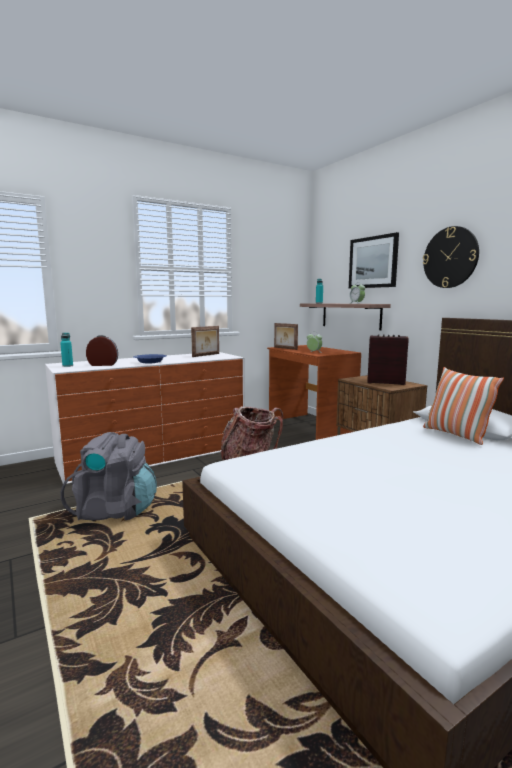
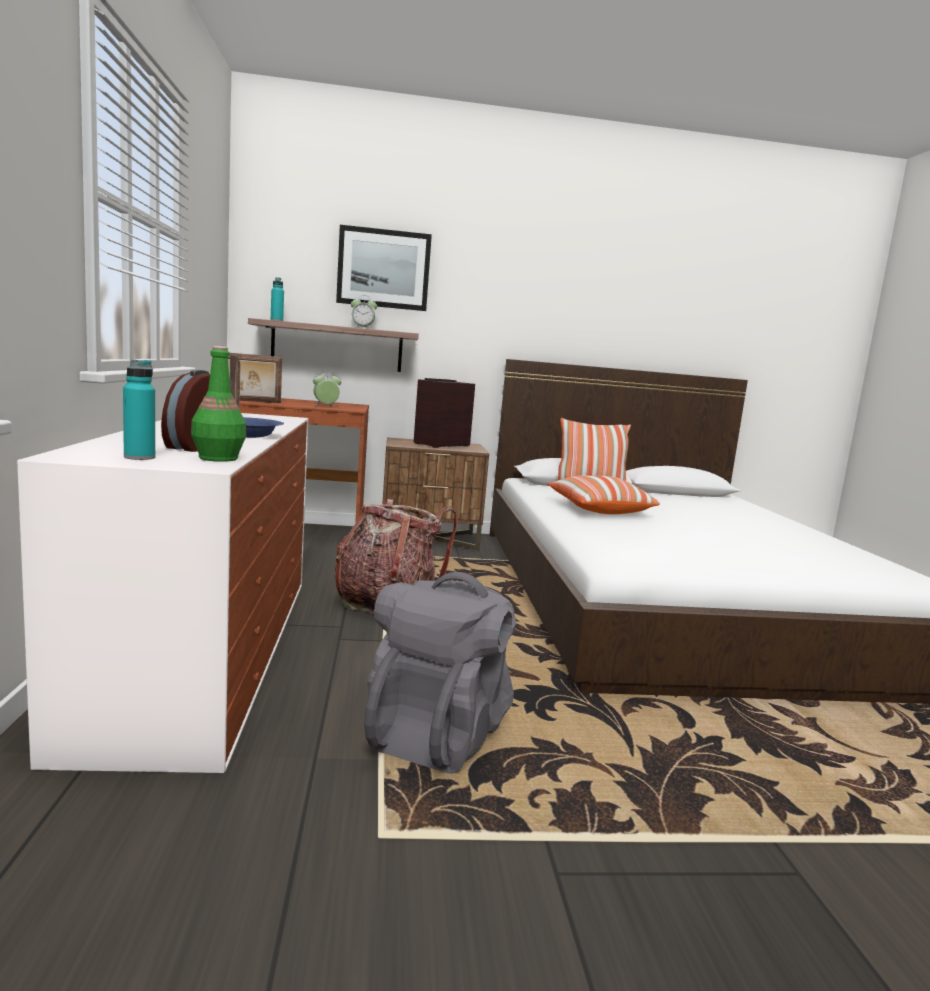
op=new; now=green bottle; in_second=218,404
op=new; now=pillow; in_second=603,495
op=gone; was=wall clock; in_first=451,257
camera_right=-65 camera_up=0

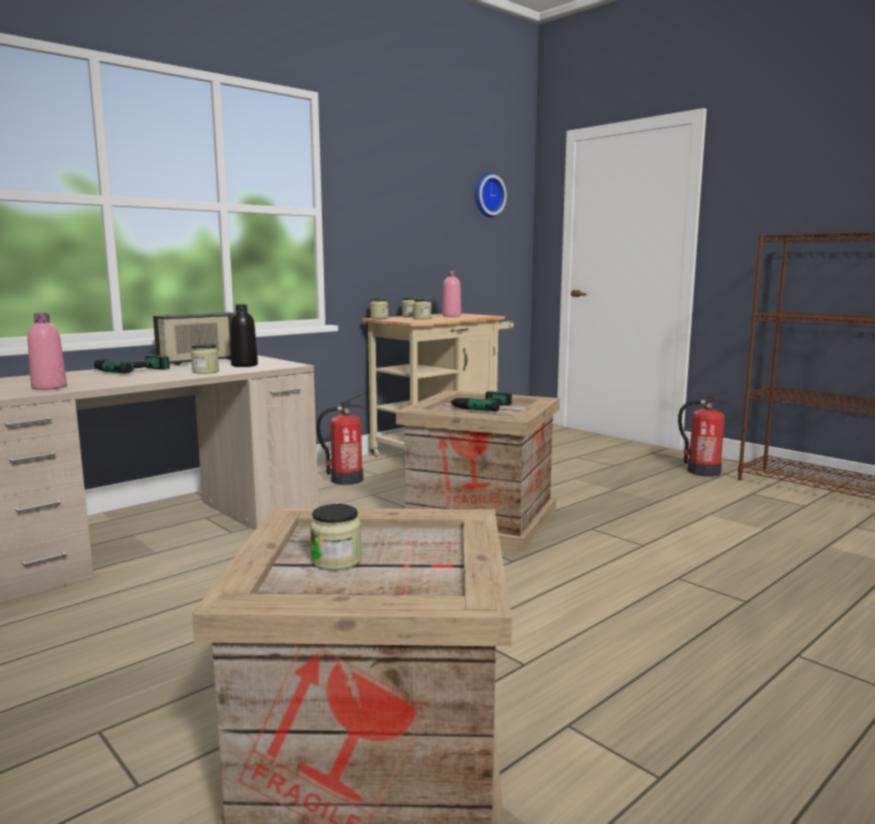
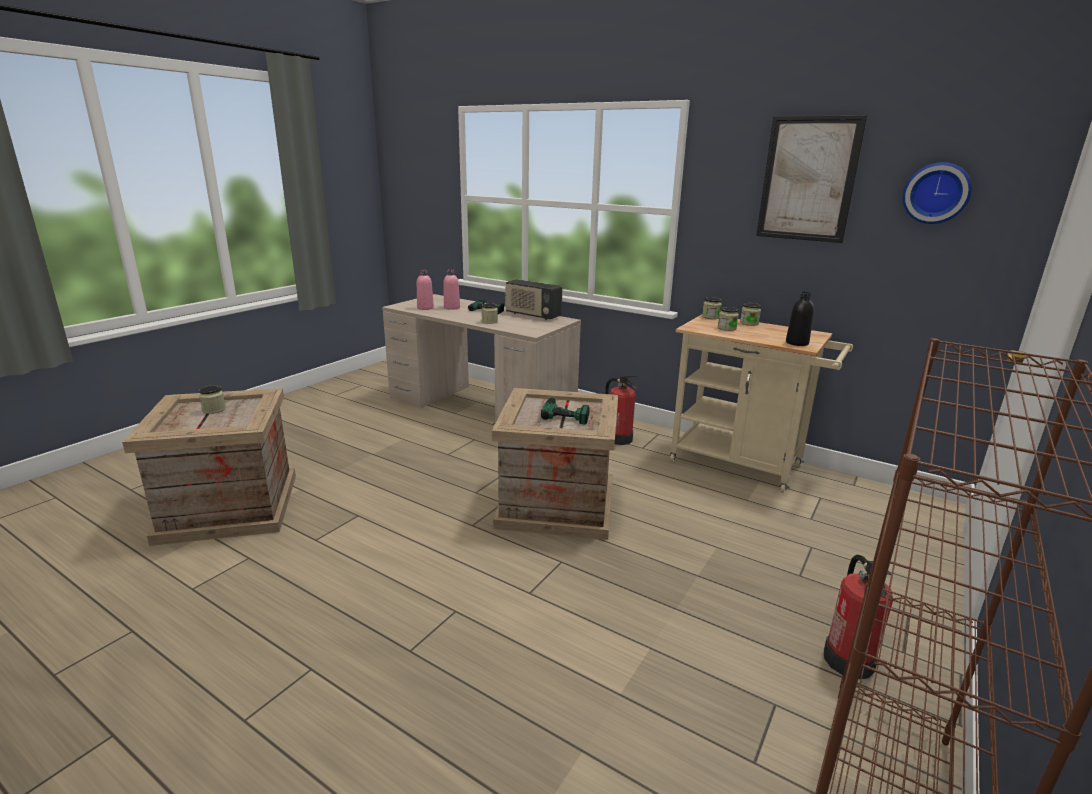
op=shifted; was=pink bottle; in_first=451,294; in_second=452,289
op=new; now=picture; in_second=812,179
op=shifted; was=black bottle; in_first=244,335; in_second=800,319
camera_right=75 camera_up=10

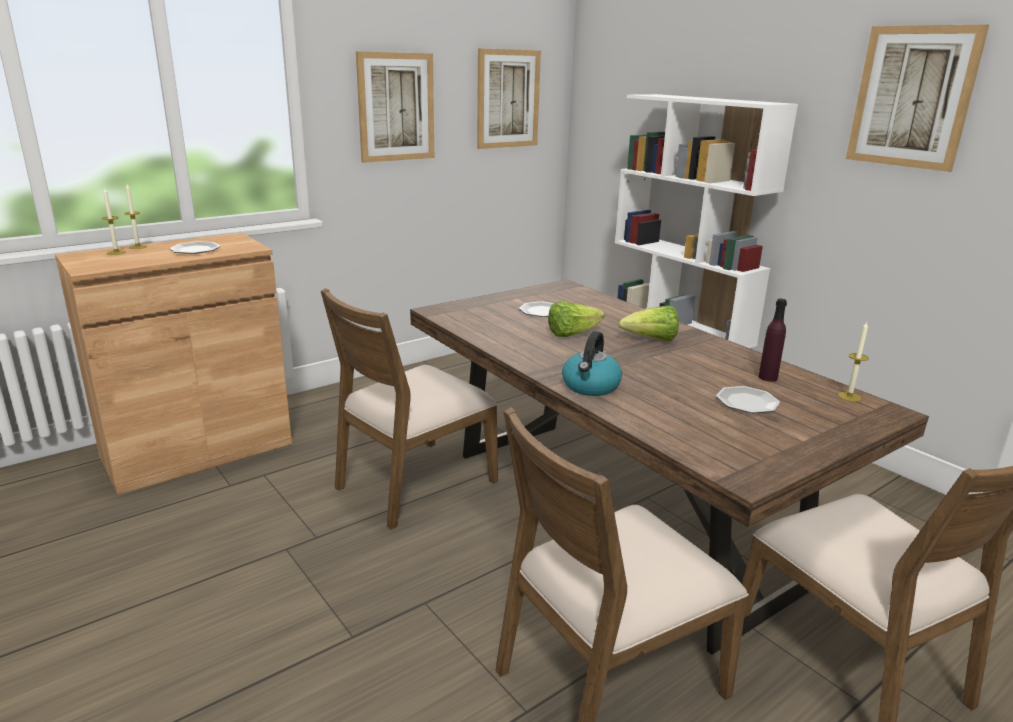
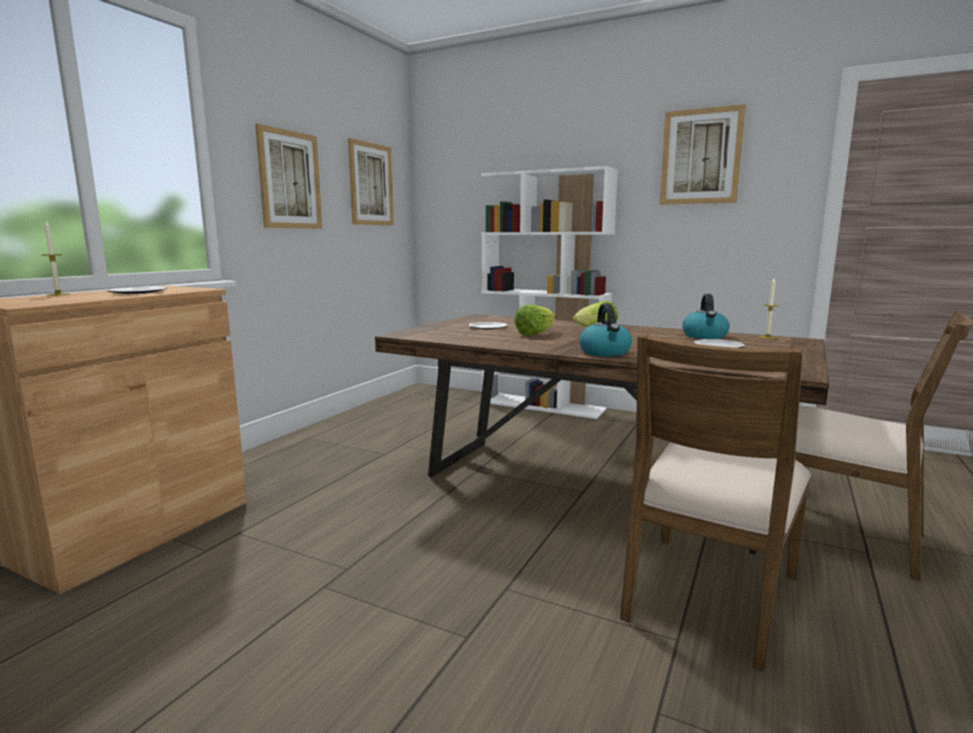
op=swapped; was=purple bottle; now=kettle; in_first=773,340; in_second=706,316
op=gone; was=candle; in_first=114,221
op=gone; was=brown chair; in_first=409,408
camera_right=-25 camera_up=-10

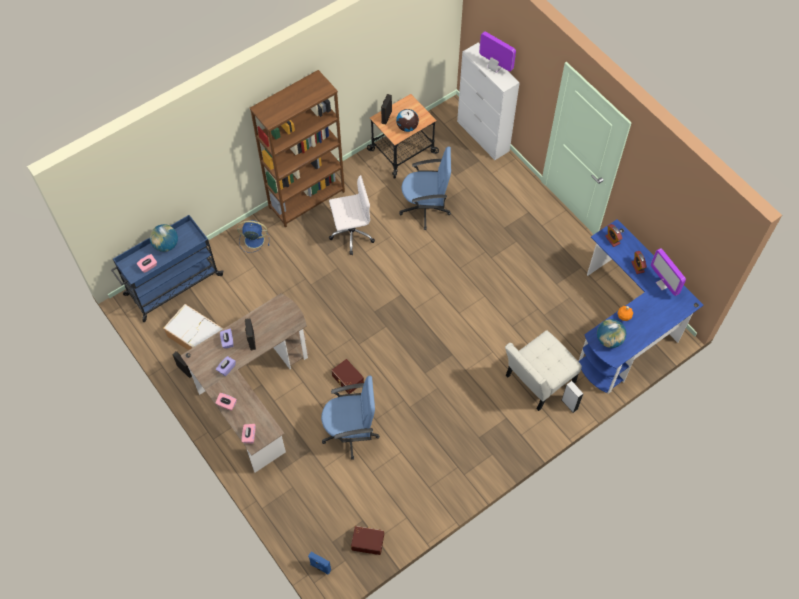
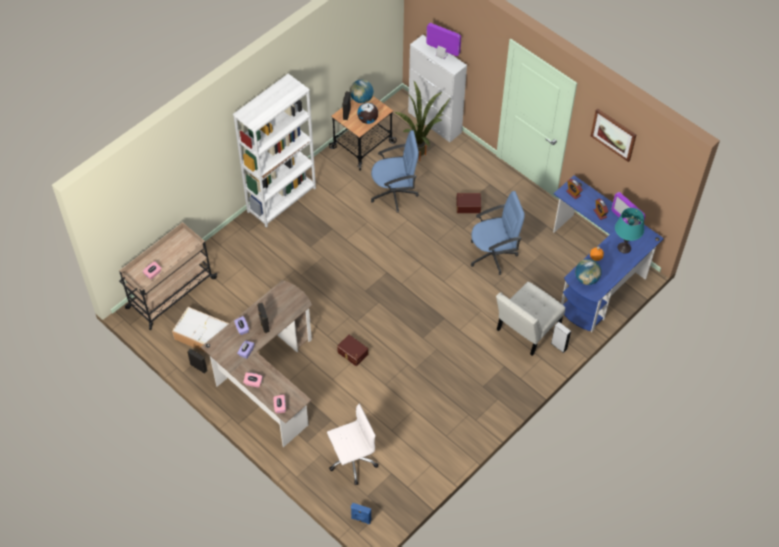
op=repainted; was=blue cart; now=beige cart; in_first=167,268; in_second=168,276
op=repainted; was=brown bookcase; now=white bookcase; in_first=297,149; in_second=274,151
op=shifted; was=white office chair; in_first=352,215; in_second=352,444
op=shifted; was=globe; in_first=164,238; in_second=361,91
op=new; now=potted plant; in_second=422,121
op=shifted; was=brown storage box; in_first=367,540; in_second=468,203
op=shifted; was=blue office chair; in_first=350,418; in_second=498,233
op=new; now=picture; in_second=613,135
op=new; now=turquoise table lamp; in_second=629,230
op=gone; was=blue fan; in_first=253,236
camera_right=-10 camera_up=-5

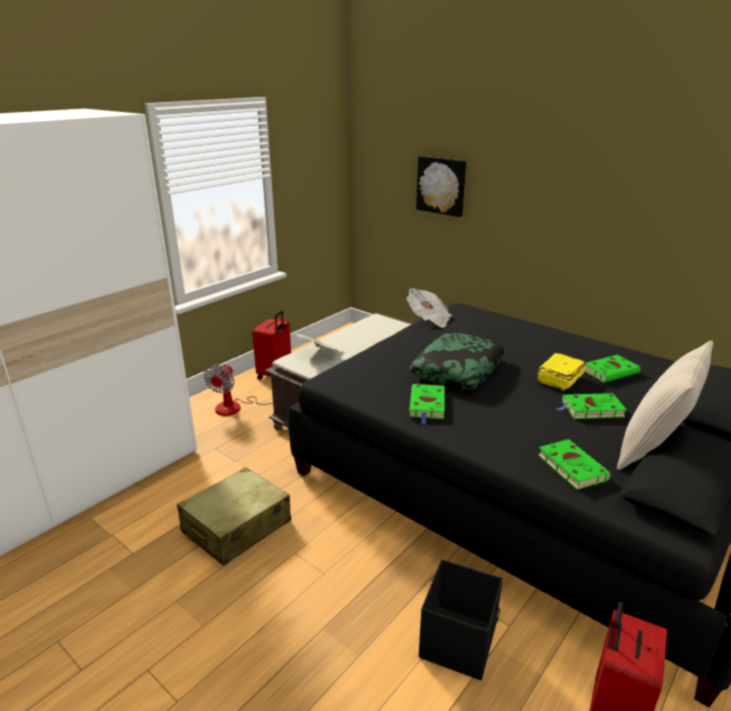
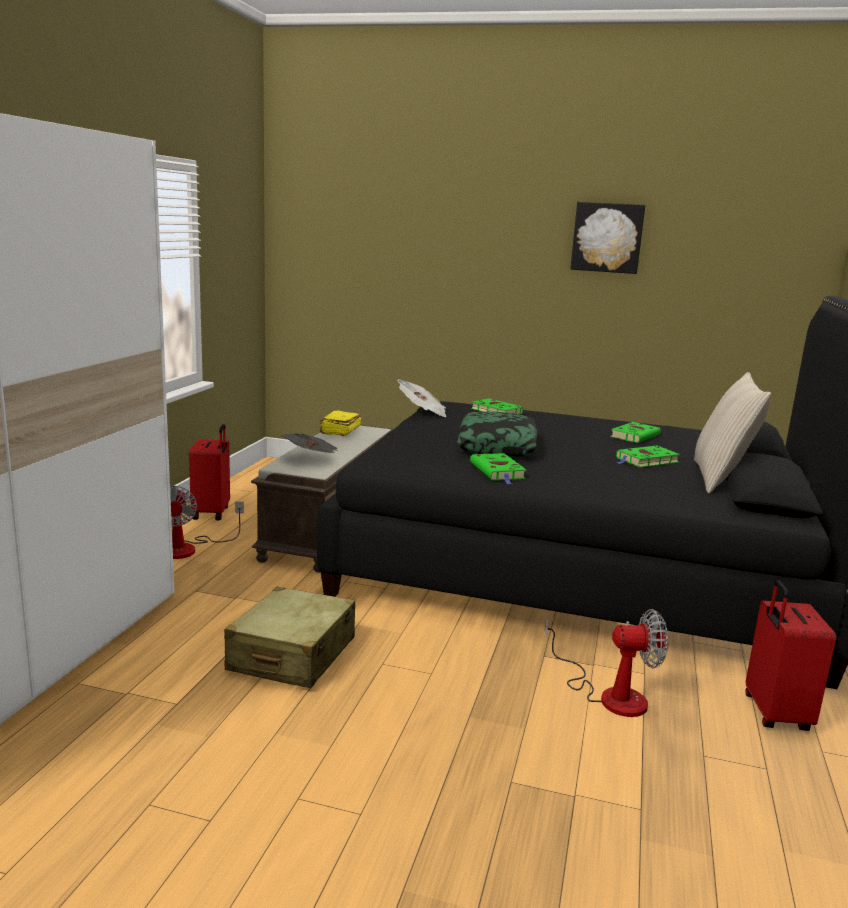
op=shifted; was=yellow book; in_first=561,372; in_second=340,423
op=shifted; was=green book; in_first=574,464; in_second=497,406
op=swapped; was=black storage box; now=fan; in_first=461,620; in_second=606,663
op=shifted; was=picture; in_first=441,186; in_second=607,238
camera_right=-25 camera_up=-10

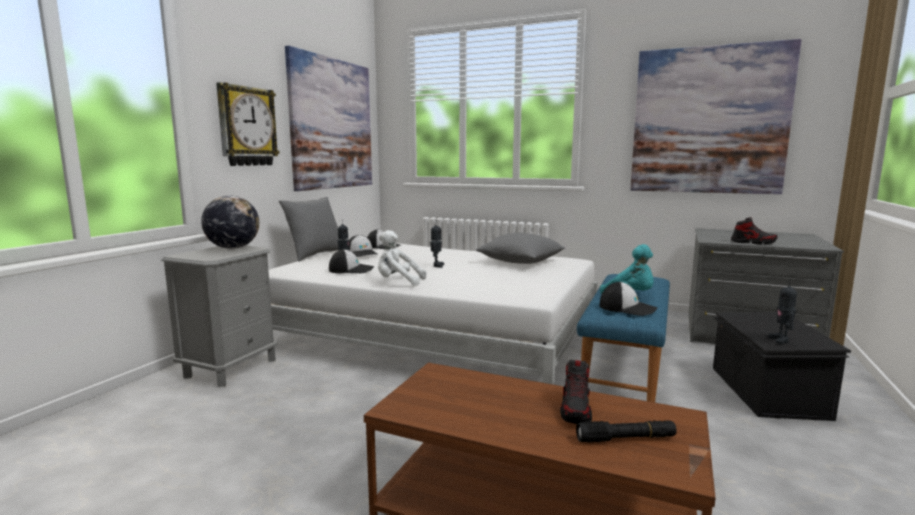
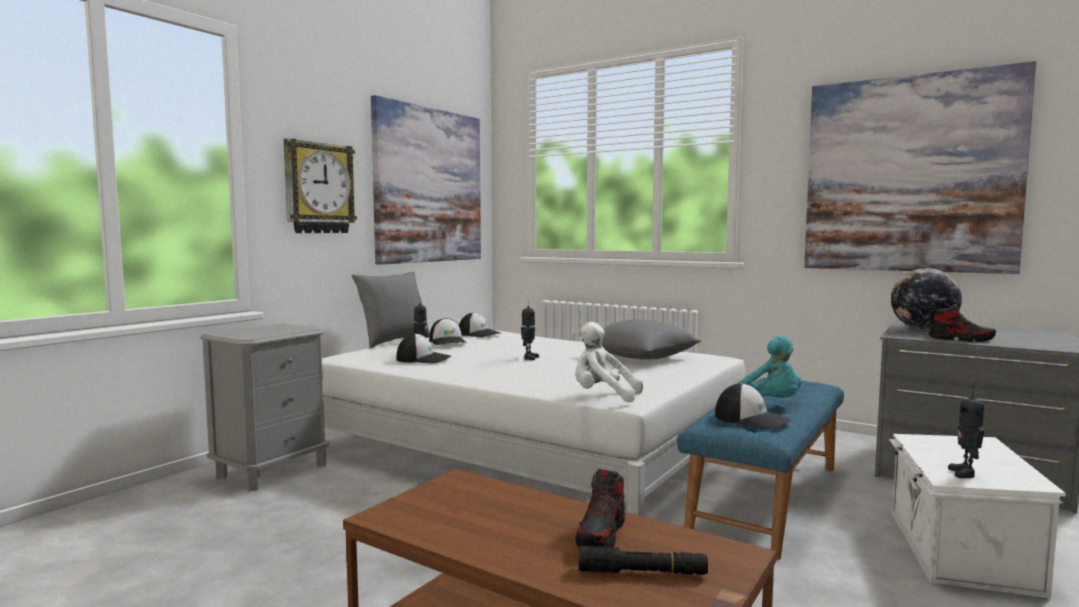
op=shifted; was=white plush toy; in_first=402,258; in_second=609,362
op=repainted; was=black storage box; now=white storage box; in_first=781,366; in_second=977,516
op=shifted; was=globe; in_first=230,222; in_second=926,299
camera_right=10 camera_up=-5

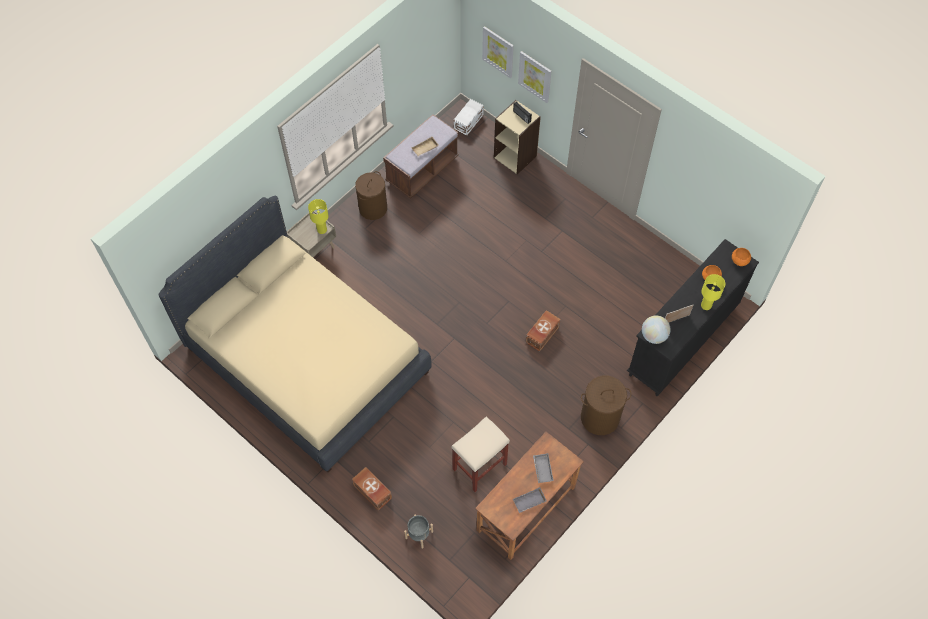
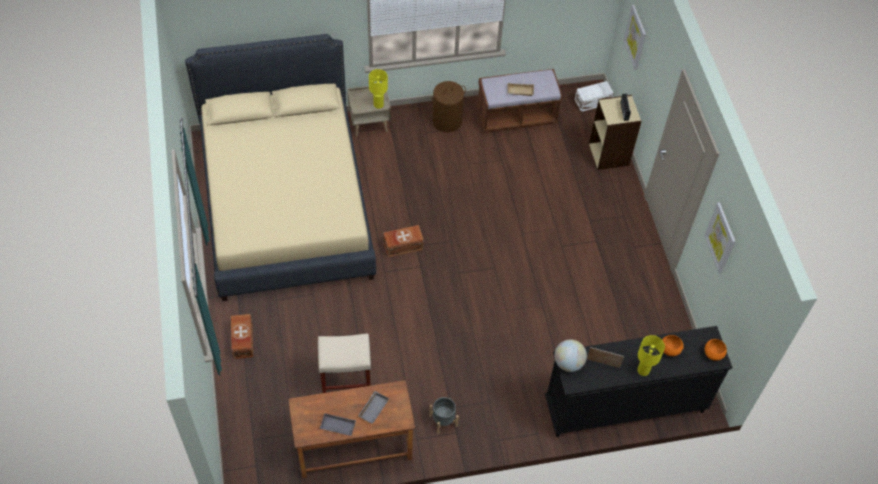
op=shifted; was=brown storage box; in_first=543,331; in_second=403,241
op=shifted; was=grey planter; in_first=418,531; in_second=444,415
op=shifted; was=picture; in_first=535,77; in_second=720,237
op=gone; was=brown laundry basket; in_first=606,405
camera_right=35 camera_up=-5

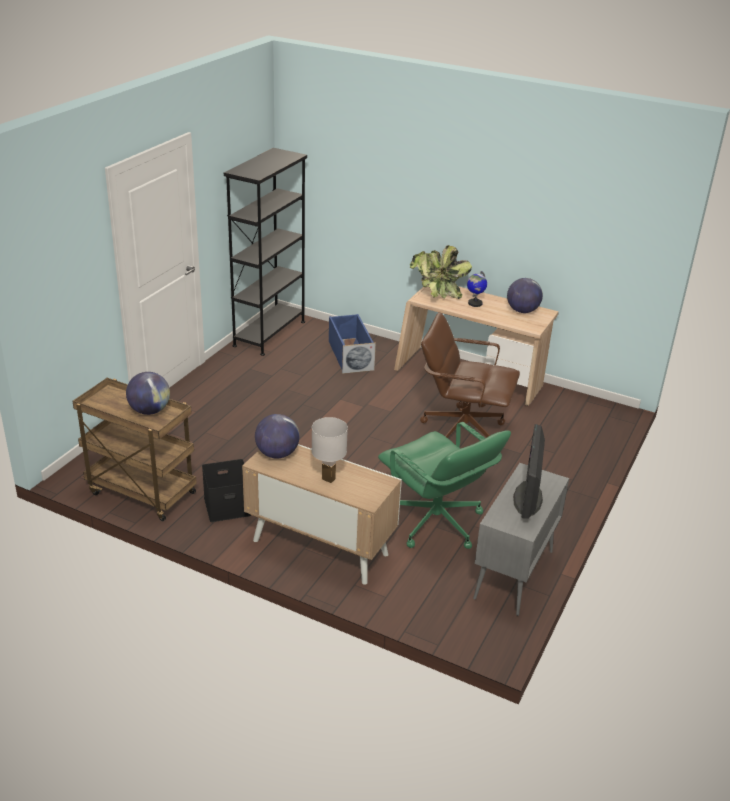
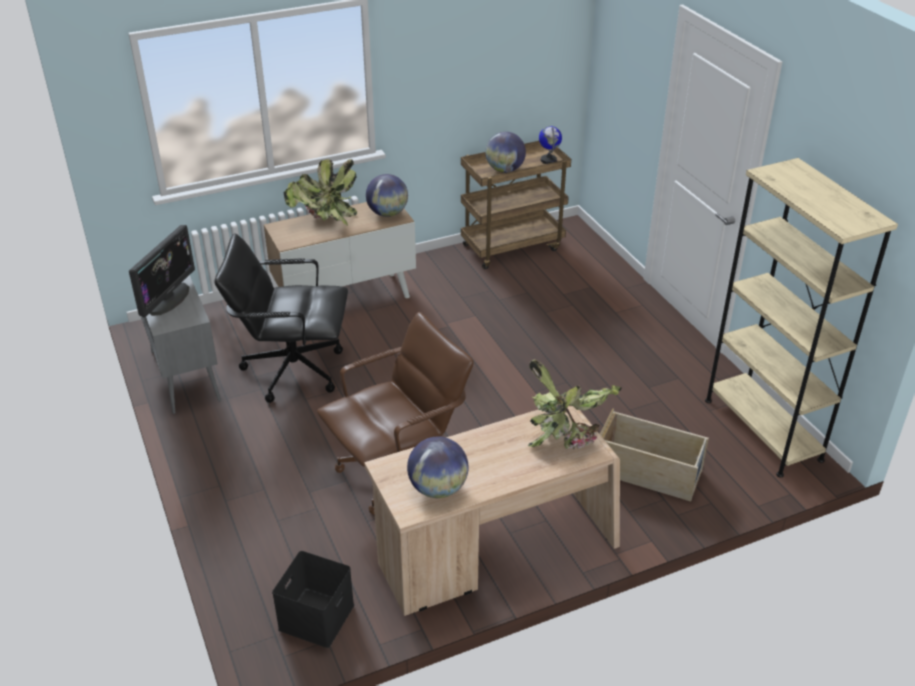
op=rotated; was=monitor; in_first=529,471; in_second=162,271; clockwise=60
op=repainted; was=green office chair; now=black office chair; in_first=444,485; in_second=281,318
op=shifted; was=black storage box; in_first=226,490; in_second=313,599
op=swapped; was=white table lamp; now=potted plant; in_first=330,450; in_second=320,192
op=shifted; was=globe; in_first=477,289; in_second=550,145
op=repainted; was=blue storage box; now=beige storage box; in_first=352,344; in_second=654,454
op=repainted; was=black bookcase; now=beige bookcase; in_first=265,252; in_second=801,317
camera_right=130 camera_up=5

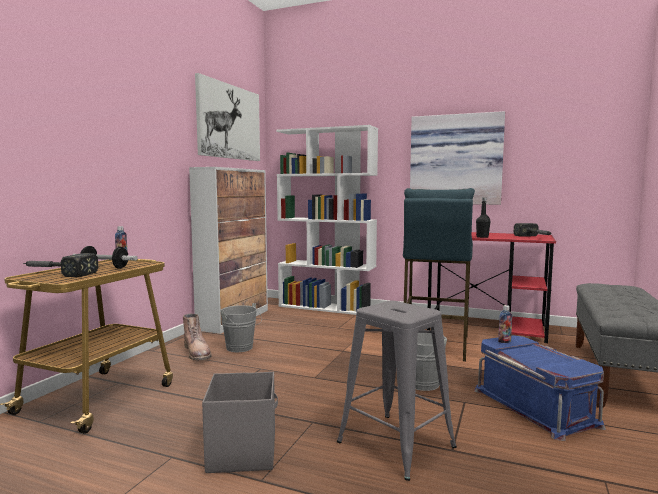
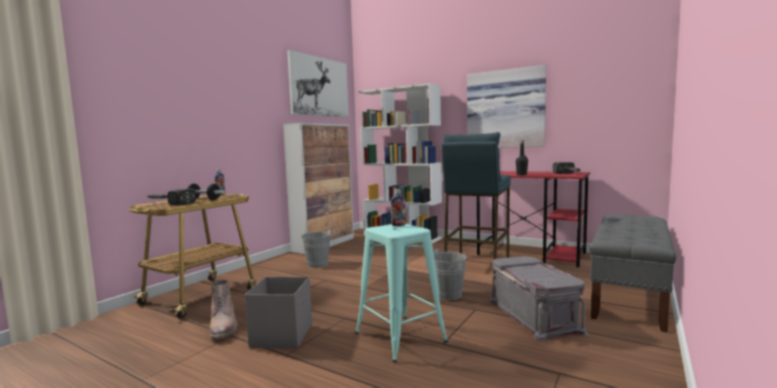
op=shifted; was=brown boot; in_first=197,337; in_second=224,309
op=repainted; was=grey stool; now=turquoise stool; in_first=397,391; in_second=401,293
op=shifted; was=bottle; in_first=505,324; in_second=398,207
op=repainted; was=blue storage box; now=grey storage box; in_first=540,388; in_second=538,299
camera_right=10 camera_up=0

